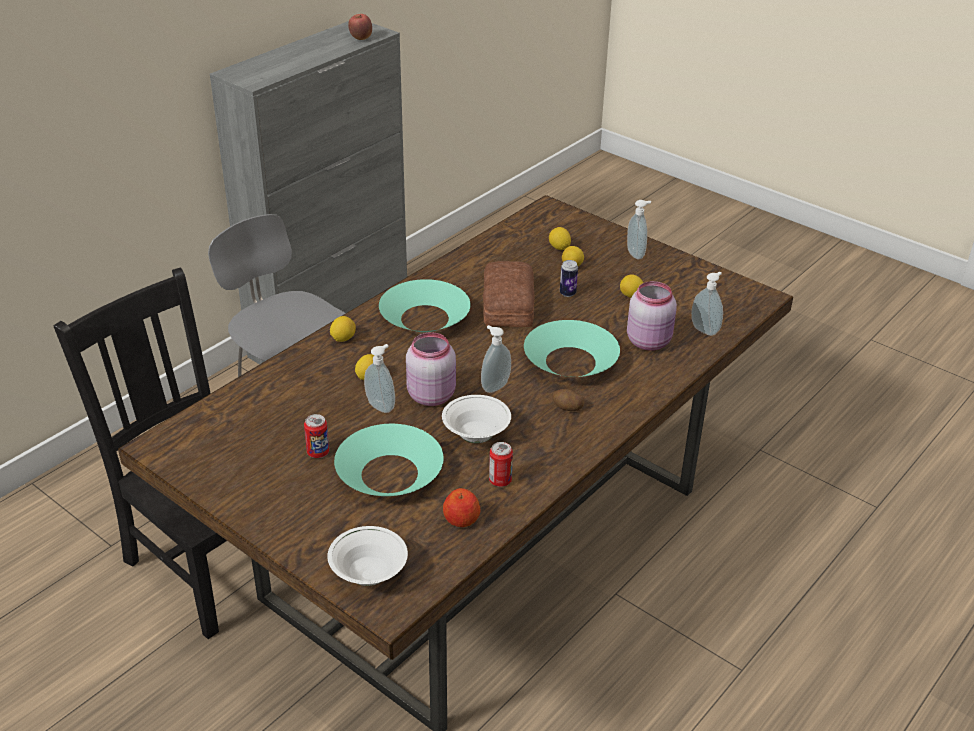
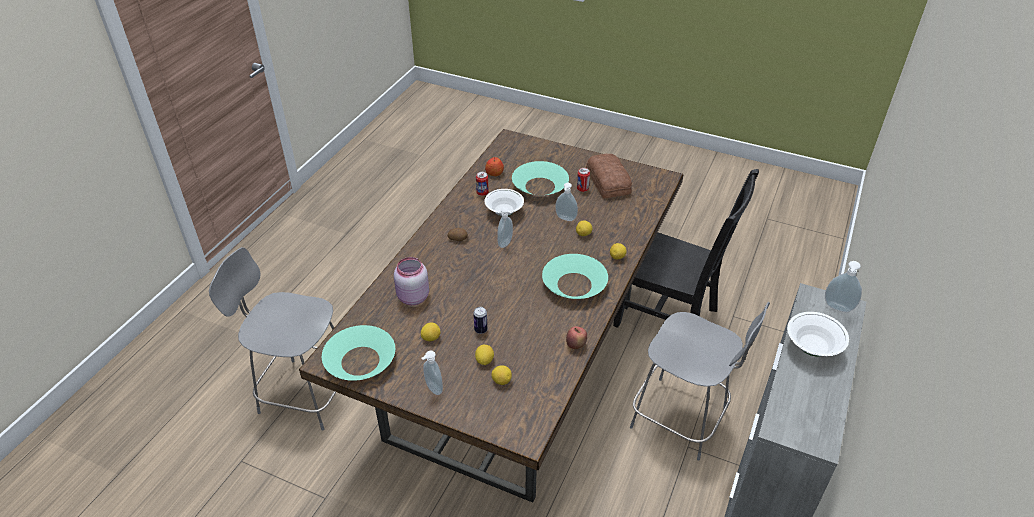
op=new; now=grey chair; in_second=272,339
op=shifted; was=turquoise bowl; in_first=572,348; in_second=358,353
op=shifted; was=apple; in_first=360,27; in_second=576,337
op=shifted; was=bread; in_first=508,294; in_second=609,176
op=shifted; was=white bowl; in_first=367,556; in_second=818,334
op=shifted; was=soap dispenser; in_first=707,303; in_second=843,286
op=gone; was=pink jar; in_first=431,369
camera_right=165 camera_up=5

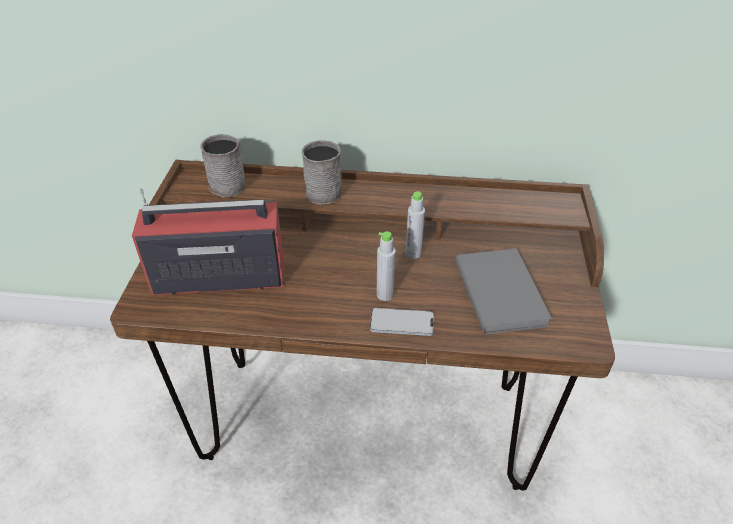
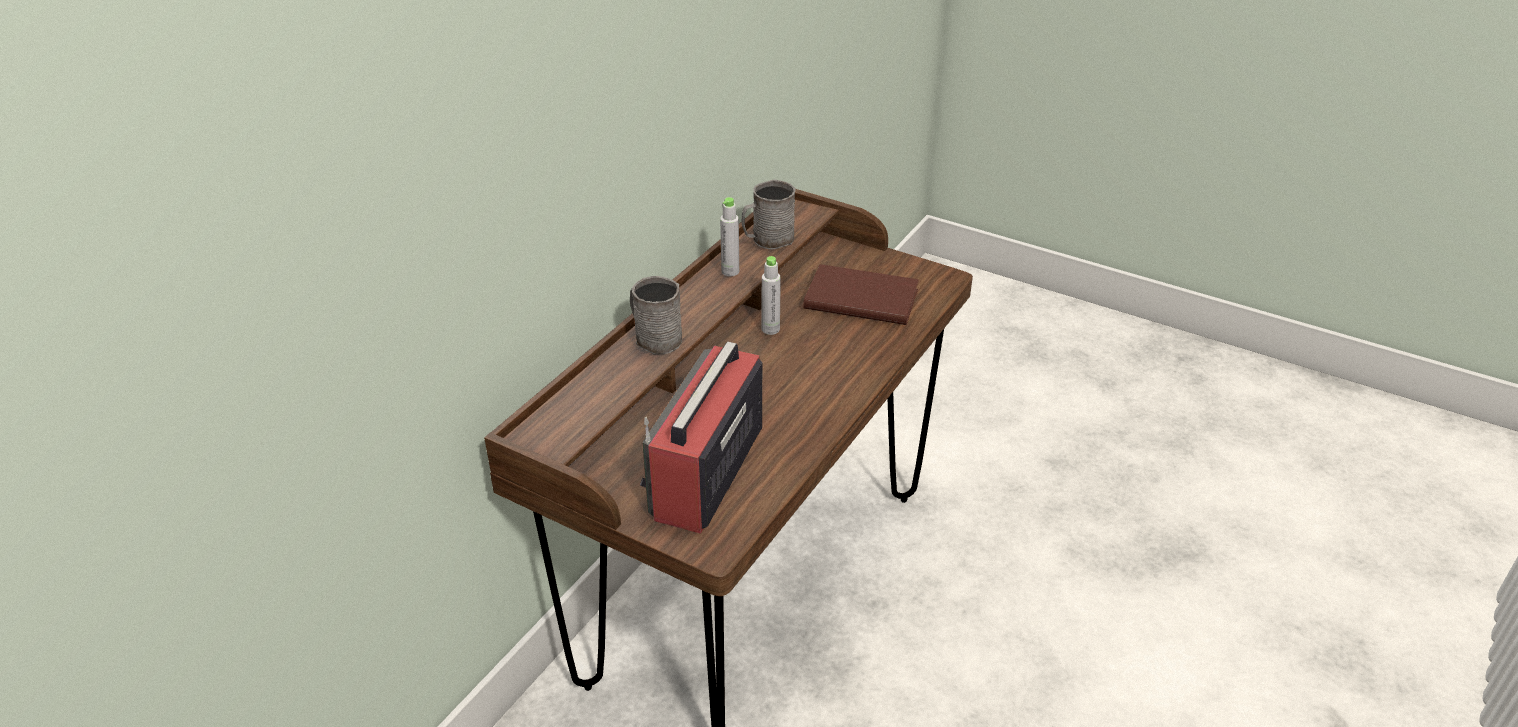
op=shifted; was=grey bottle; in_first=386,266; in_second=729,236
op=shifted; was=grey mug; in_first=223,165; in_second=768,214
op=repainted; was=grey book; now=brown book; in_first=503,291; in_second=861,294
op=gone; was=phone; in_first=402,322
camera_right=-65 camera_up=-5

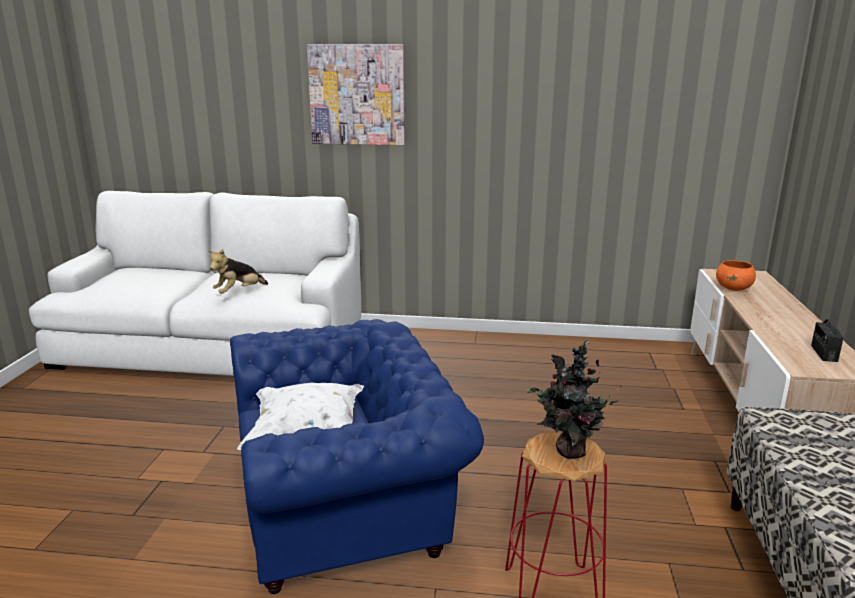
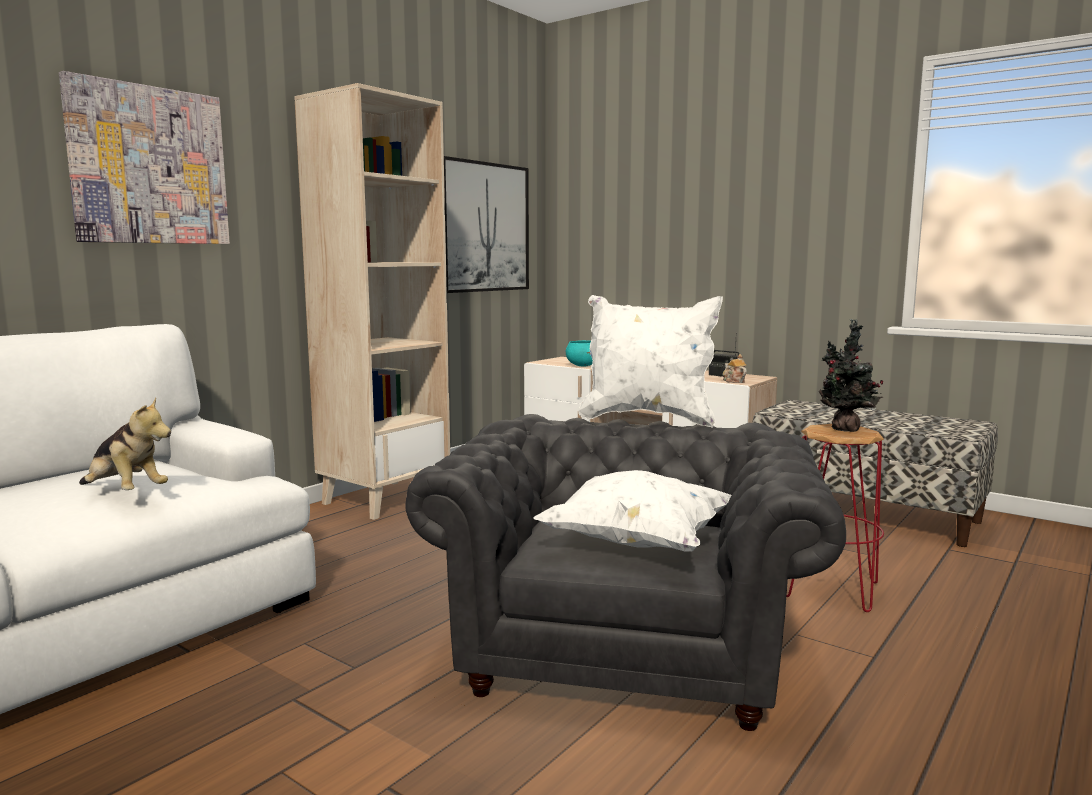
op=rotated; was=plush toy; in_first=238,271; in_second=125,443; clockwise=-45
op=new; now=beige bookcase; in_second=372,301
op=repainted; was=blue armchair; now=grey armchair; in_first=357,456; in_second=626,572
op=new; now=picture; in_second=486,224
op=repainted; was=orange bowl; now=turquoise bowl; in_first=736,275; in_second=579,353
op=new; now=white pillow; in_second=650,361
op=new; now=teapot; in_second=735,368
camera_right=-60 camera_up=-10

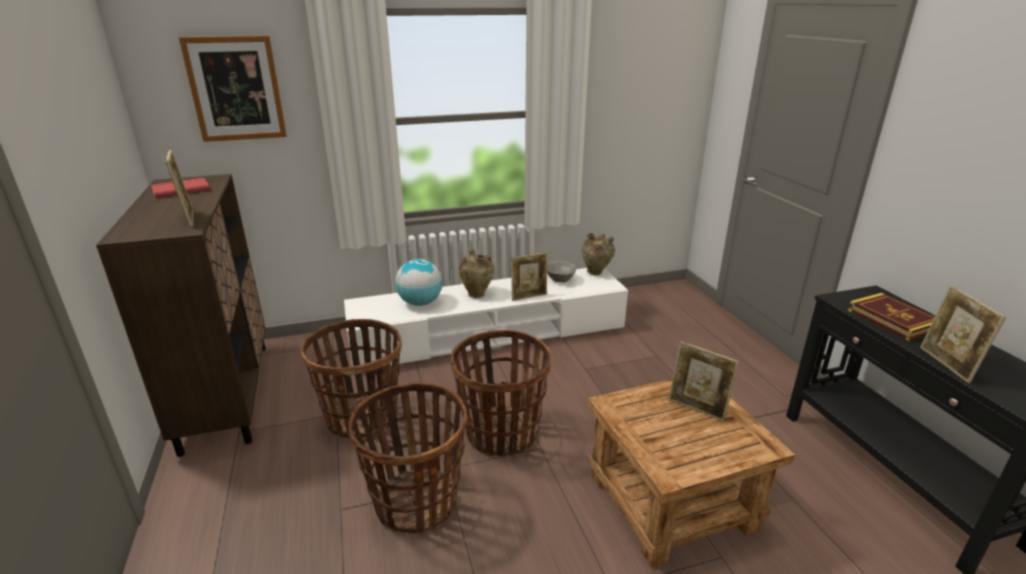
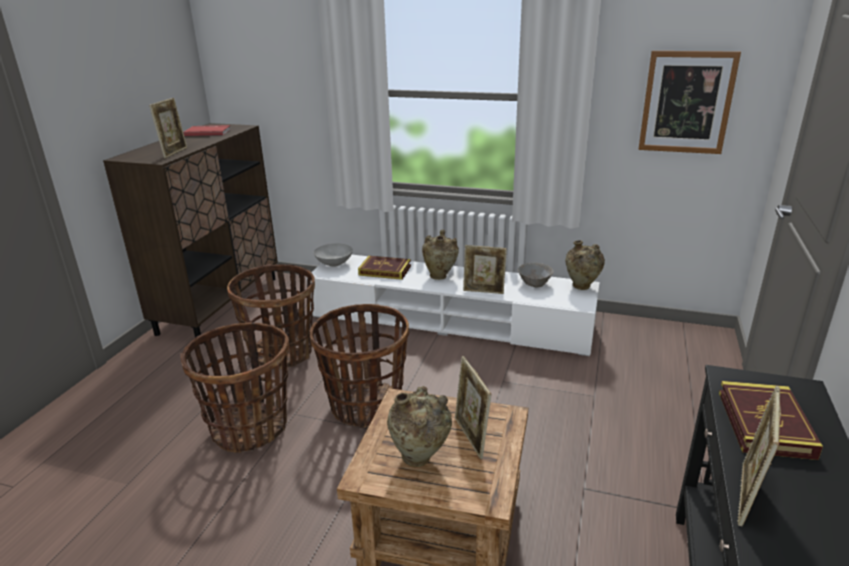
op=new; now=grey bowl; in_second=333,255
op=swapped; was=globe; now=book; in_first=419,282; in_second=384,268
op=new; now=beige vase; in_second=419,426
op=shifted; was=picture; in_first=233,89; in_second=690,102
camera_right=35 camera_up=0

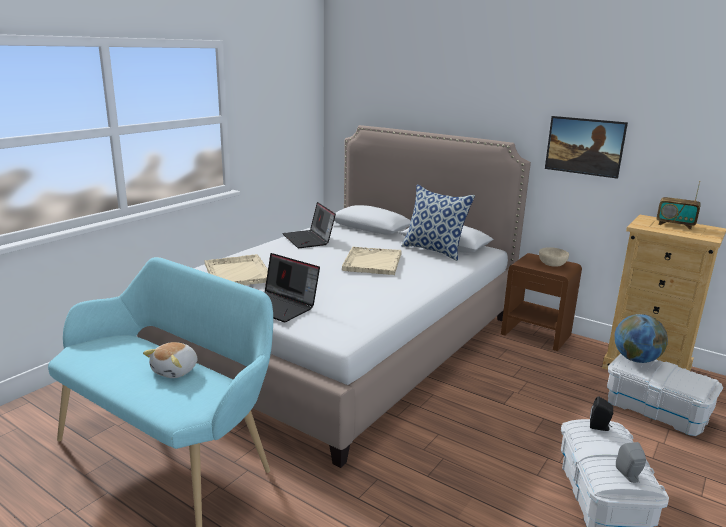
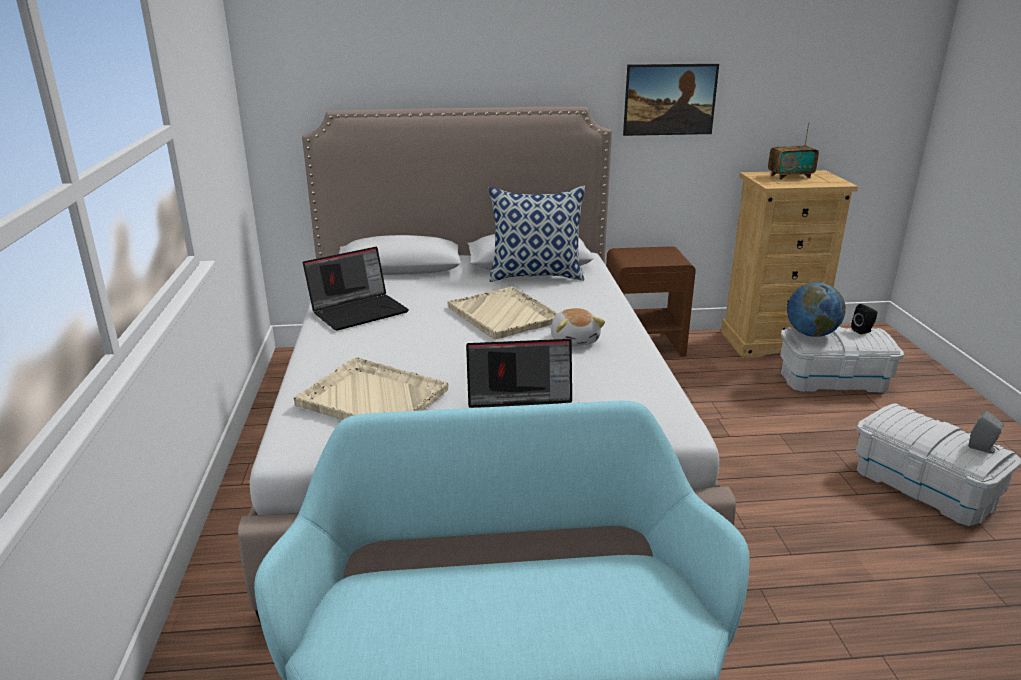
op=rotated; was=laptop; in_first=309,225; in_second=356,289; clockwise=-60
op=shifted; was=plush toy; in_first=170,360; in_second=578,327
op=shifted; was=black speaker; in_first=602,413; in_second=864,319
op=gone; was=beige bowl; in_first=554,257
camera_right=-40 camera_up=5

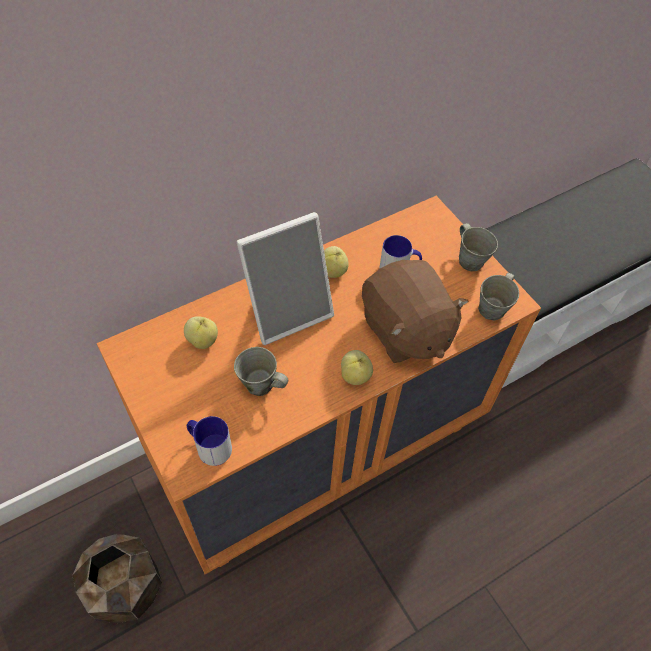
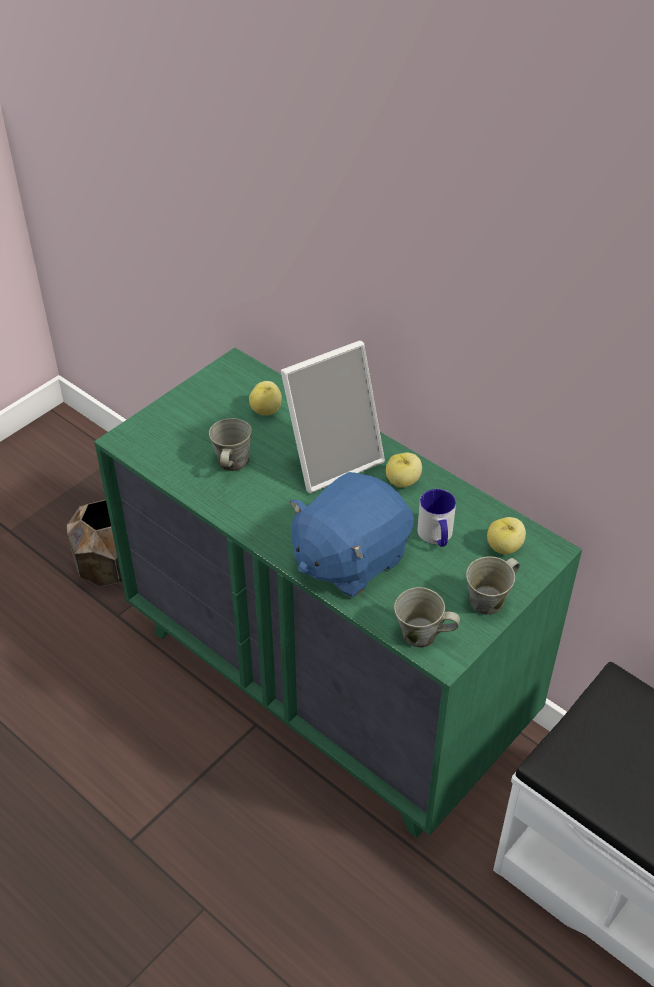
op=repainted; was=orange dresser; now=green dresser; in_first=319,385; in_second=338,593
op=rotated; was=picture frame; in_first=285,278; in_second=333,417; clockwise=-75
op=repainted; was=brown plush toy; now=blue plush toy; in_first=415,311; in_second=352,535
op=shifted; was=apple; in_first=357,367; in_second=506,536
op=gone; was=mug; in_first=209,441
camera_right=75 camera_up=-10

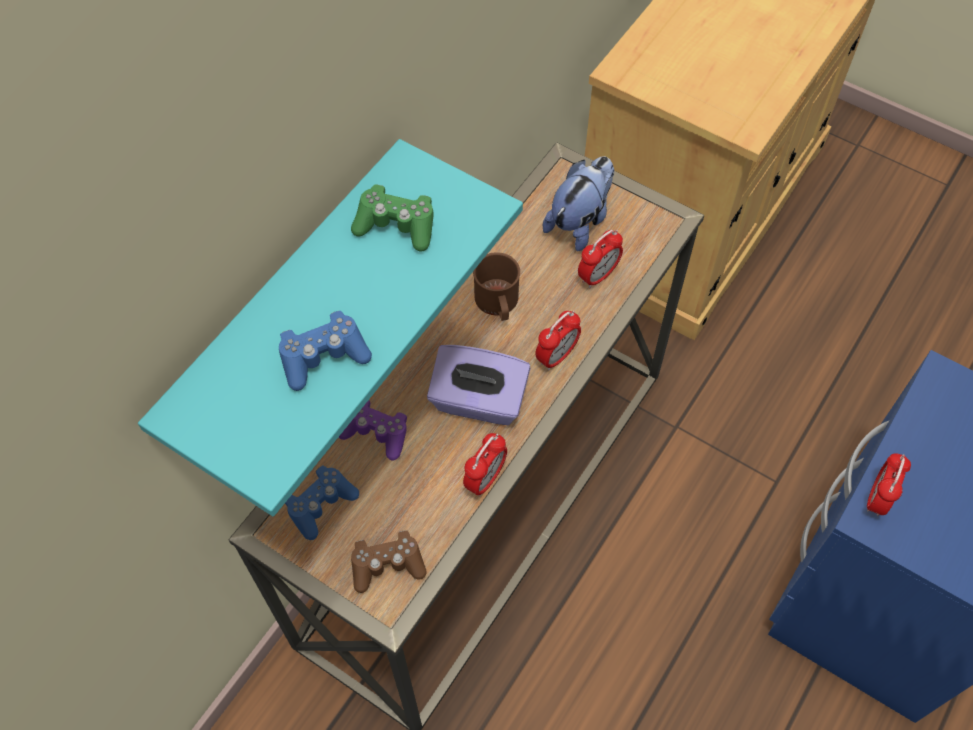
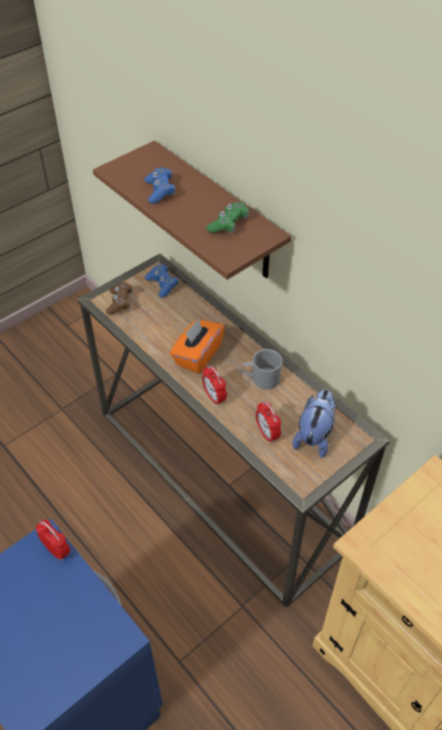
op=repainted; was=turquoise shelf; now=brown shelf; in_first=330,327; in_second=192,210
op=repainted; was=purple tissue box; now=orange tissue box; in_first=478,385; in_second=197,346
op=repainted; was=brown mug; now=grey mug; in_first=496,286; in_second=262,369
op=rotated; was=plush toy; in_first=578,203; in_second=314,423; clockwise=-120
op=gone; was=purple game controller; in_first=373,430
op=gone; was=alarm clock; in_first=485,465
camera_right=105 camera_up=-10

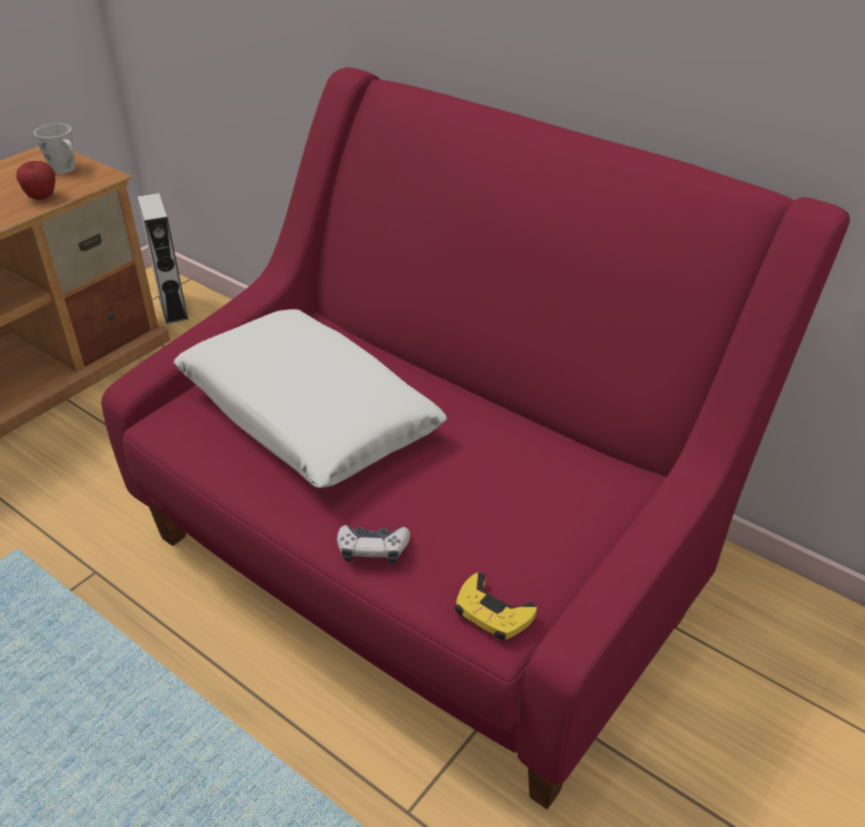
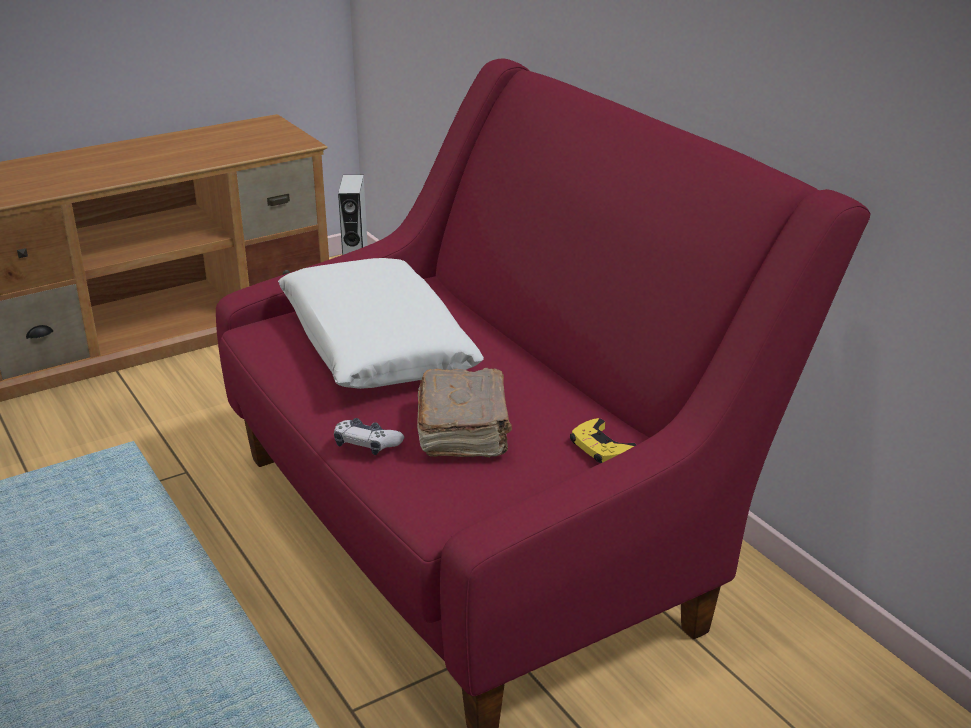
op=new; now=brown book; in_second=464,413
op=shifted; was=yellow game controller; in_first=496,606; in_second=603,440
op=gone; was=apple; in_first=35,180
op=gone; was=grey mug; in_first=55,149
camera_right=20 camera_up=-10

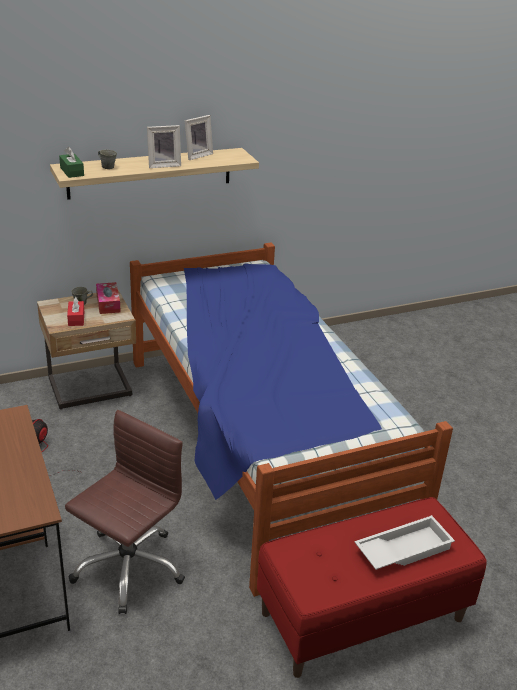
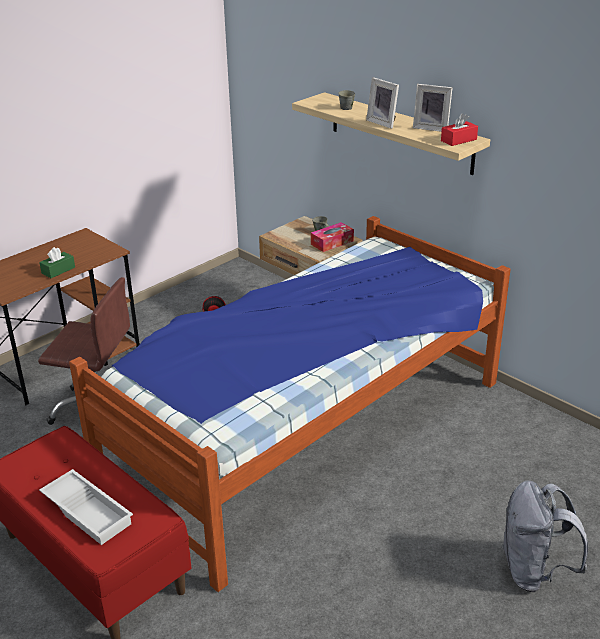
op=shifted; was=green tissue box; in_first=71,162; in_second=57,262
op=shifted; was=red tissue box; in_first=75,311; in_second=459,129
op=new; now=grey backpack; in_second=544,536
camera_right=70 camera_up=0

